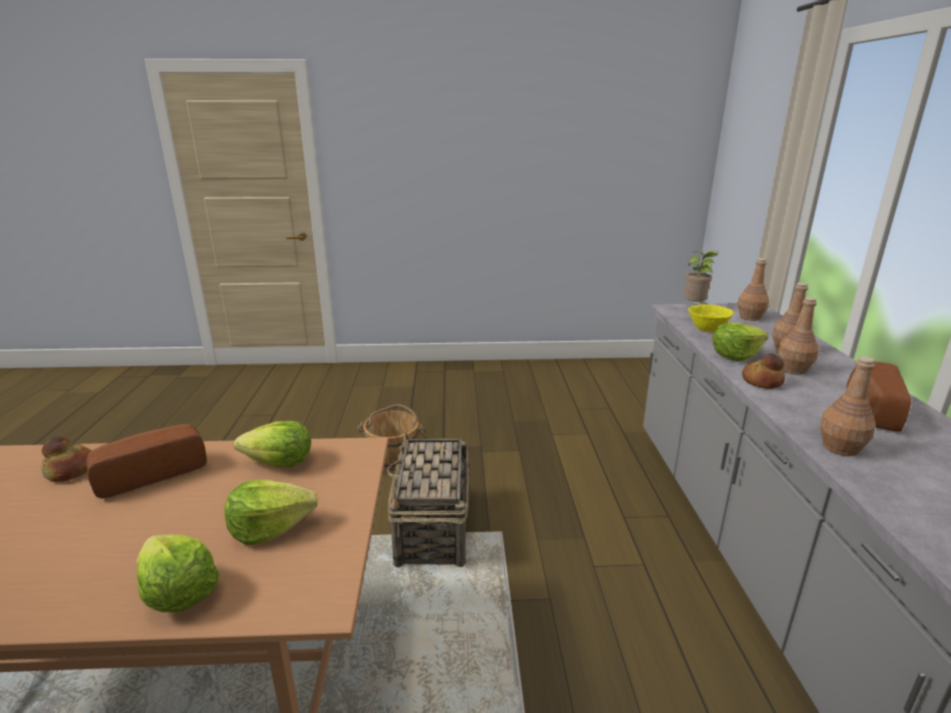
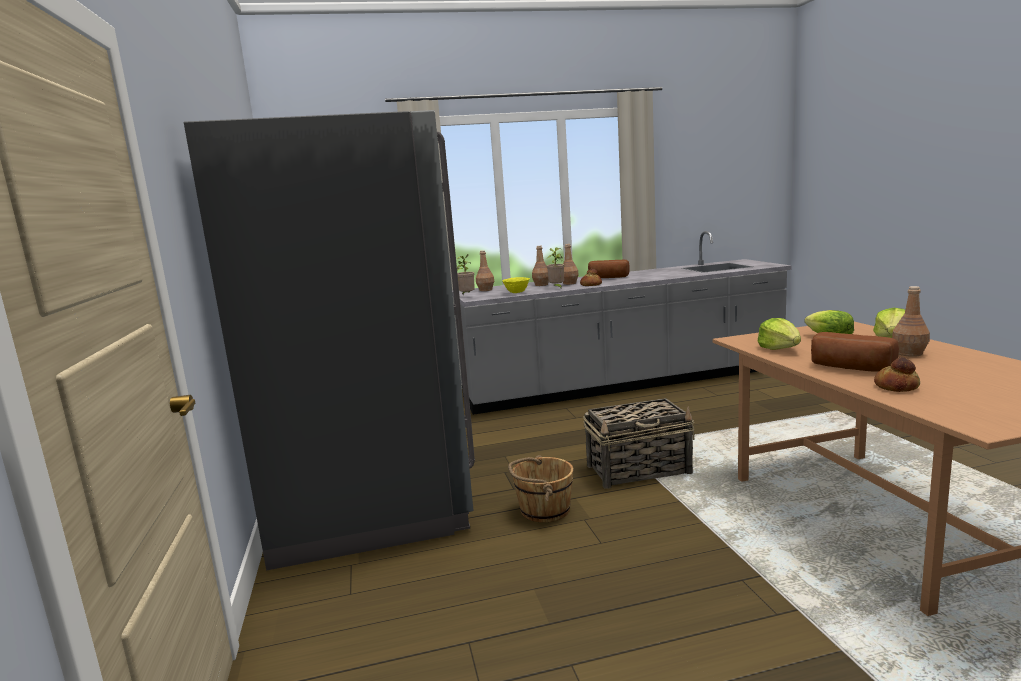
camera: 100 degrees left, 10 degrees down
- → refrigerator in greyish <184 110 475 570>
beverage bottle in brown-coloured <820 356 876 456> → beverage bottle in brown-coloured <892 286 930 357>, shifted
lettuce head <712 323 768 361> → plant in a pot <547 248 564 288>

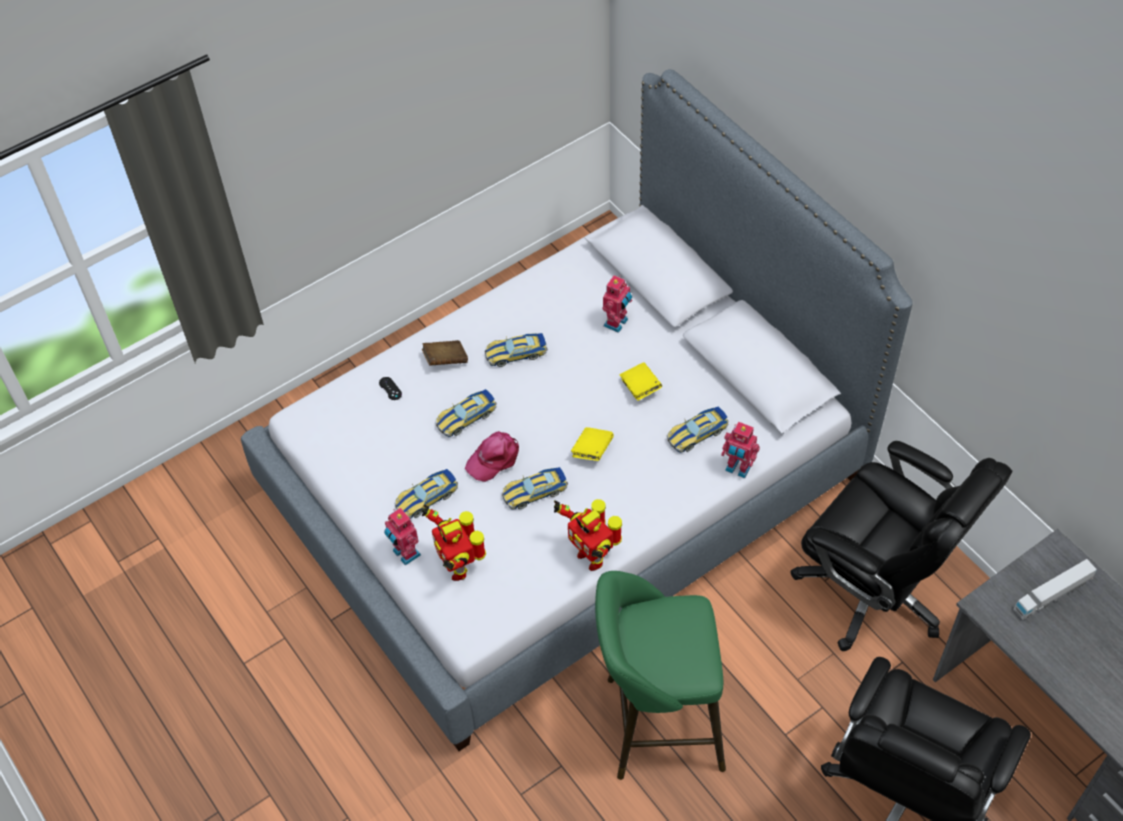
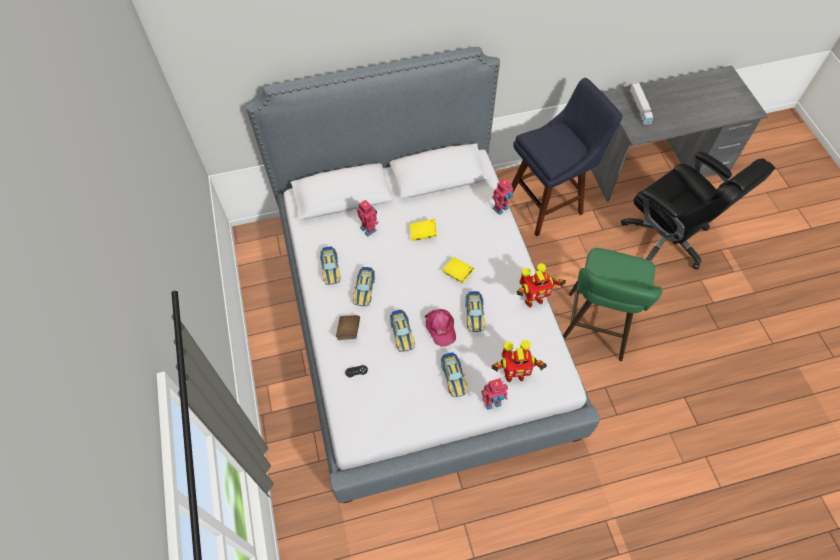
camera: 70 degrees left, 5 degrees up
miniature car <667 407 729 453> → miniature car <320 246 341 285>, shifted
desk chair in black-coloured <791 441 1013 651> → stool seat in blue <511 78 622 236>

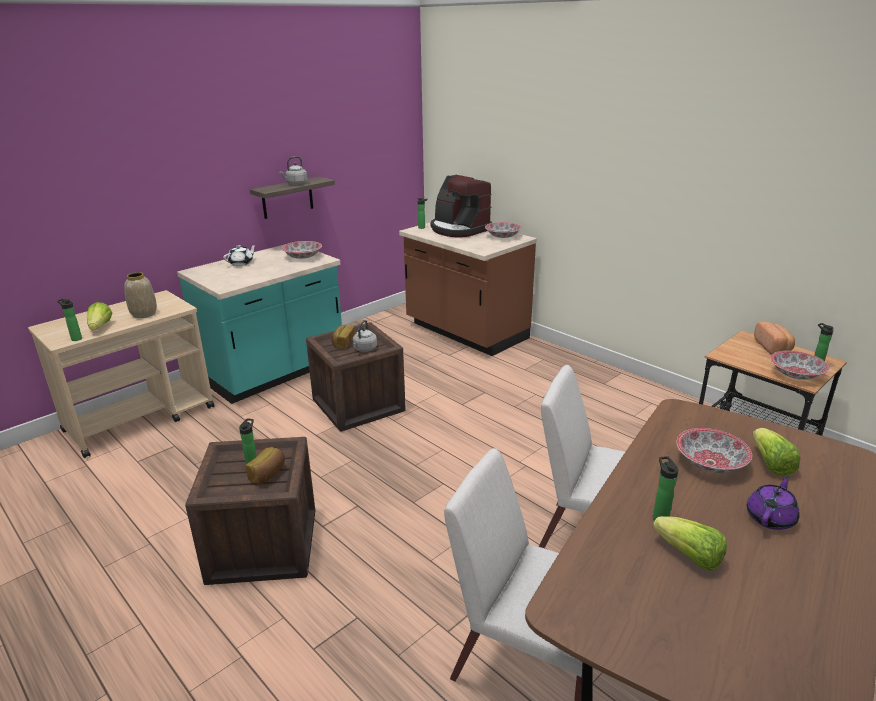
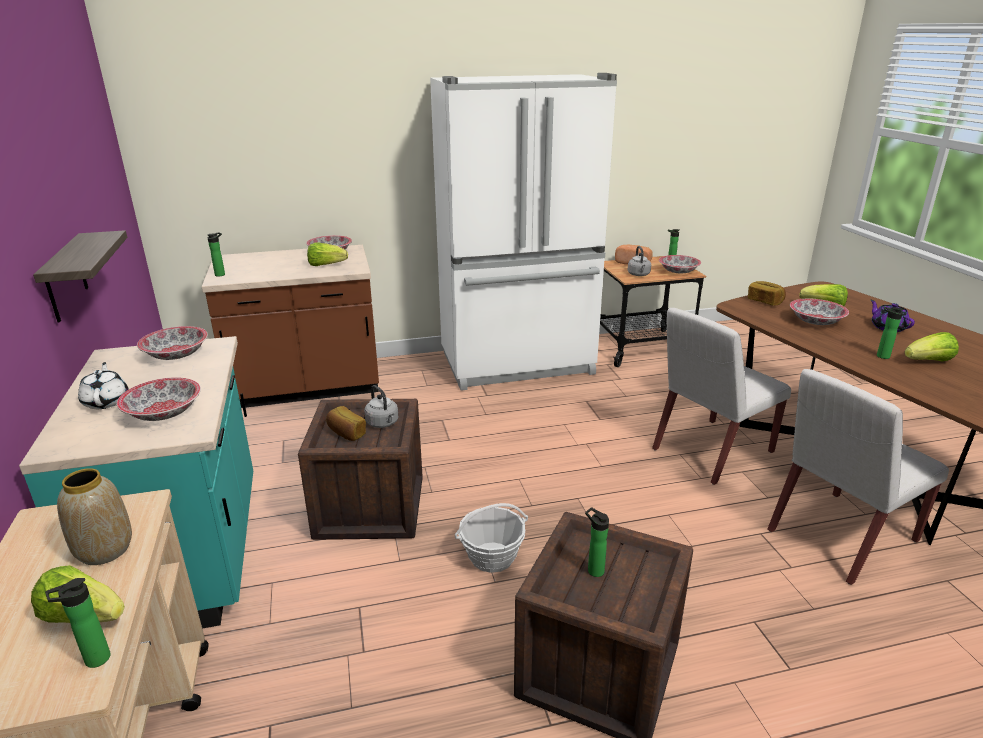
camera: 60 degrees left, 0 degrees up
coffee brewer <431 175 492 238> → -
- → deep dish <117 377 201 421>
- → lettuce head <307 242 348 266>
- → refrigerator in whitish <430 73 617 391>
- → storage basket <455 503 528 573>
baked bread <246 447 285 484> → baked bread <748 281 786 306>, shifted
tea kettle in greyish <279 156 307 185> → tea kettle in greyish <628 246 651 276>, shifted

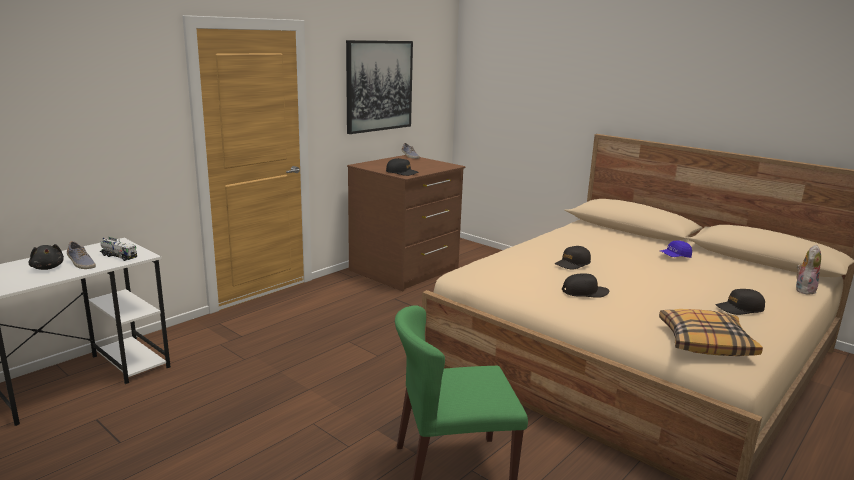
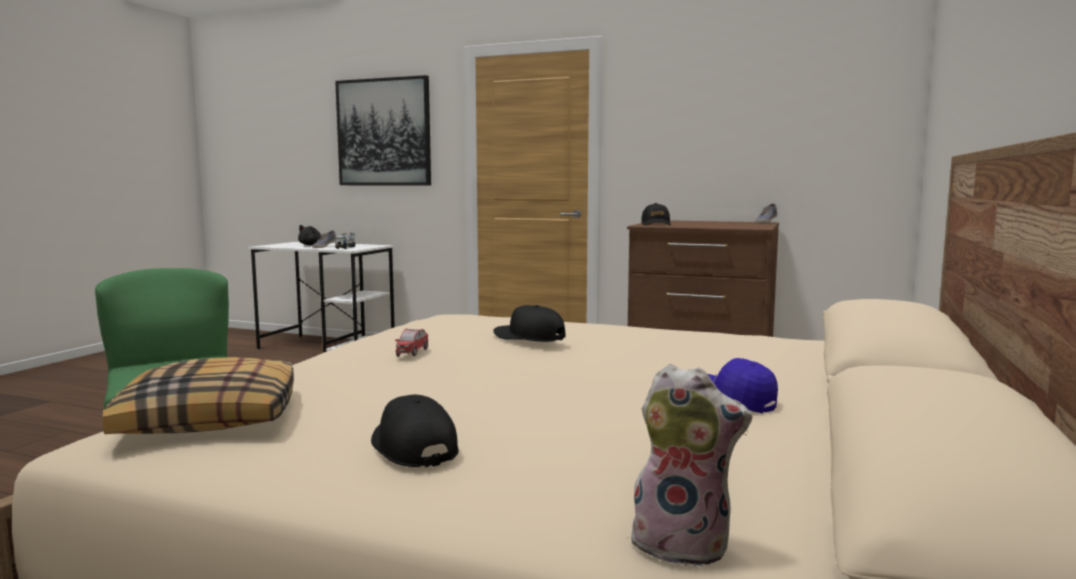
camera: 70 degrees right, 10 degrees down
wall picture <346 40 413 134> → wall picture <335 75 431 185>, shifted
cap in black-coloured <562 274 609 298> → miniature car <395 328 428 357>

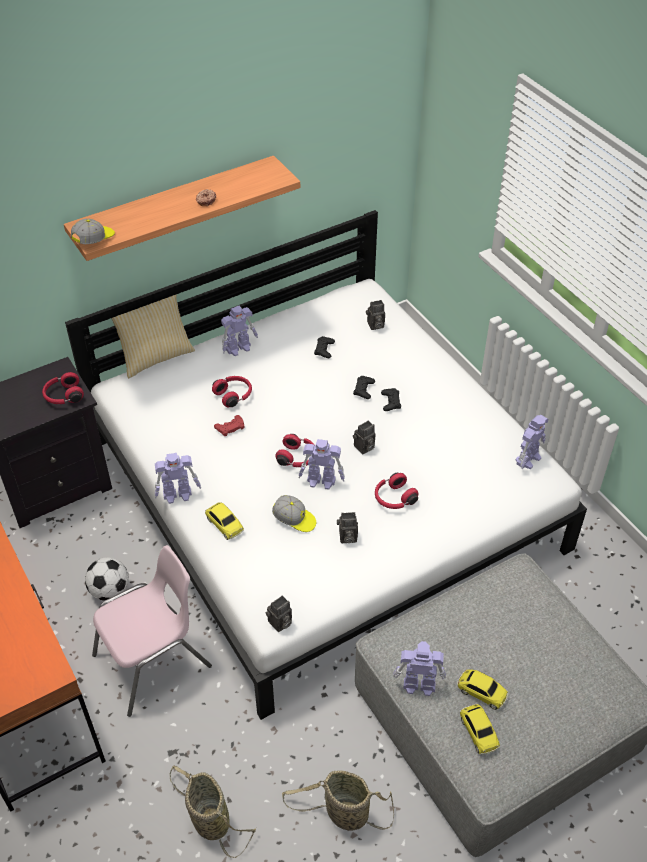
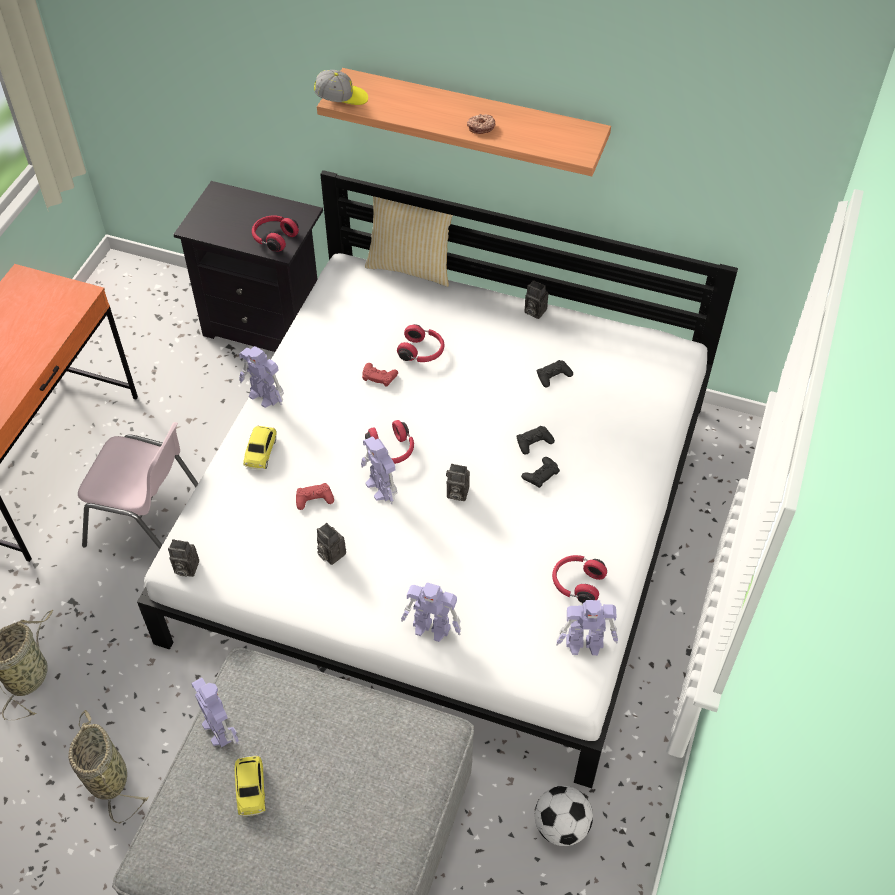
camera: 50 degrees right, 5 degrees up
miniature car <460 704 500 754> → -
football <85 557 129 601> → football <535 785 593 846>, shifted
robot figure <221 306 258 356> → robot figure <401 582 461 642>, shifted
still camera <366 300 385 330> → still camera <525 280 548 319>, shifted
headphones in red <375 473 419 509> → headphones in red <552 555 607 603>, shifted
cap <272 495 316 532> → joypad in red <296 483 334 510>

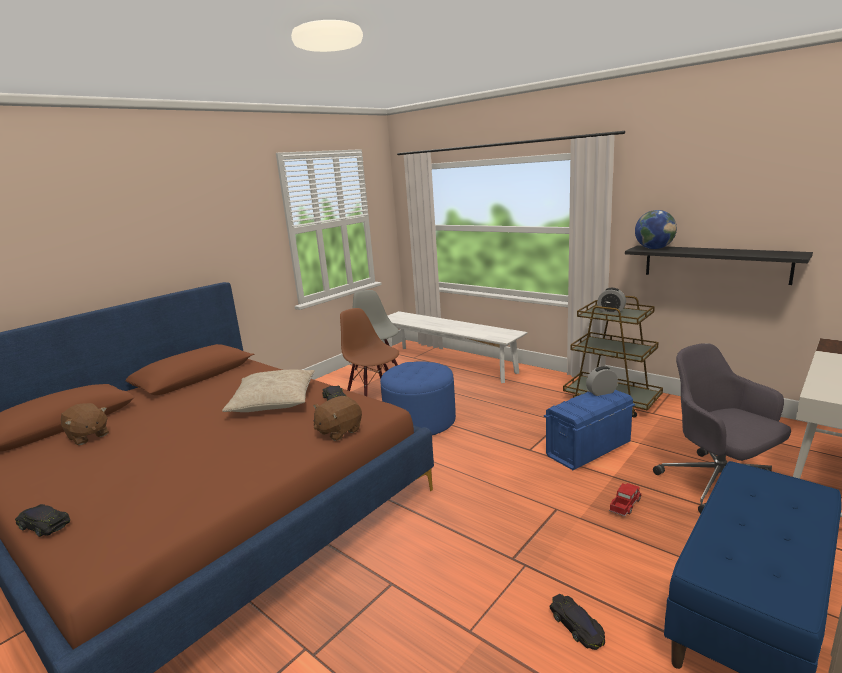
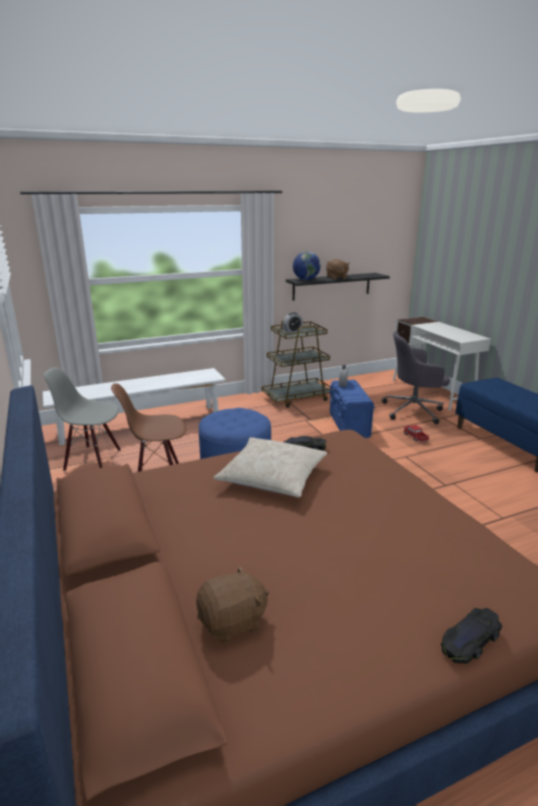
camera: 65 degrees left, 5 degrees up
miniature car in black-coloured <550 594 605 650> → -
cuddly toy in brown-coloured <313 396 362 441> → cuddly toy in brown-coloured <326 259 350 279>, shifted

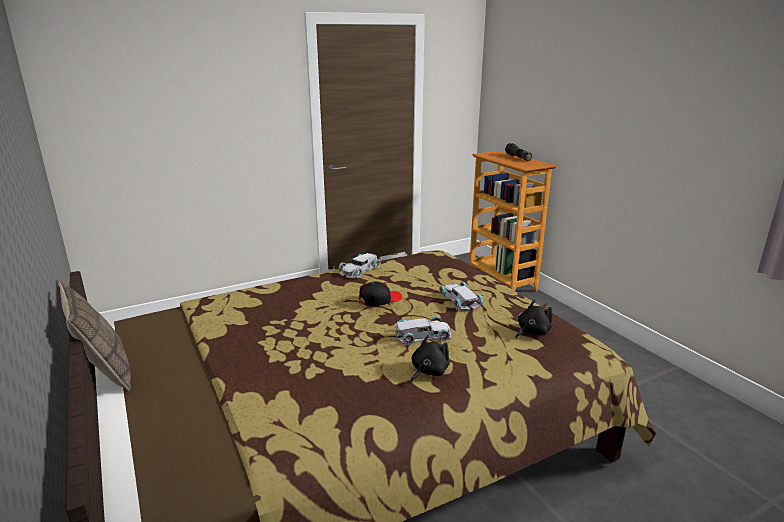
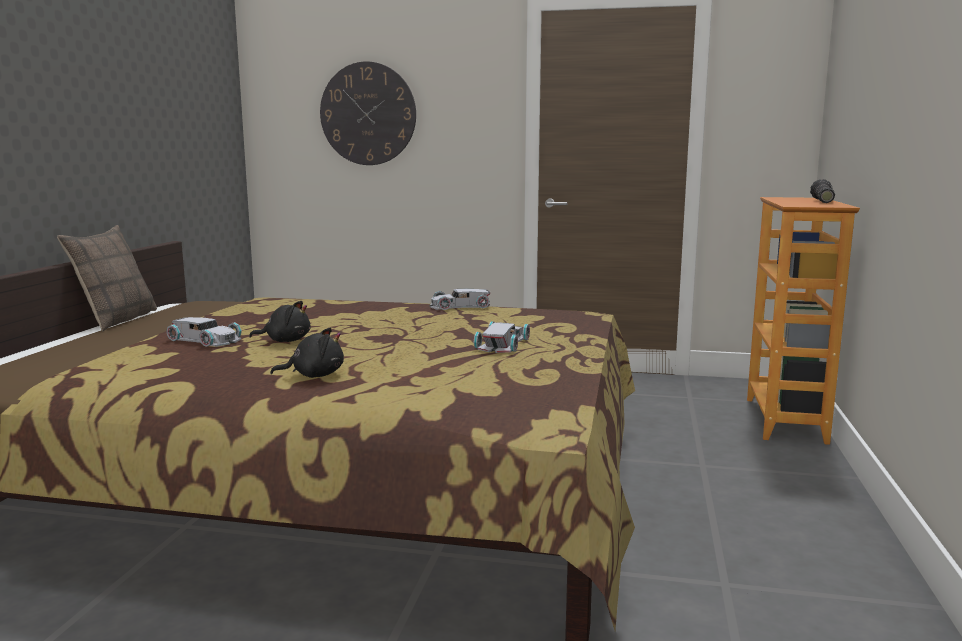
camera: 40 degrees right, 10 degrees down
cap in black-coloured <359 281 402 307> → -
- → hanging clock <320 61 416 165>
miniature car in whitish <395 316 451 345> → miniature car in whitish <166 317 242 347>, shifted
cuddly toy in black-coloured <515 300 553 339> → cuddly toy in black-coloured <249 301 311 342>, shifted

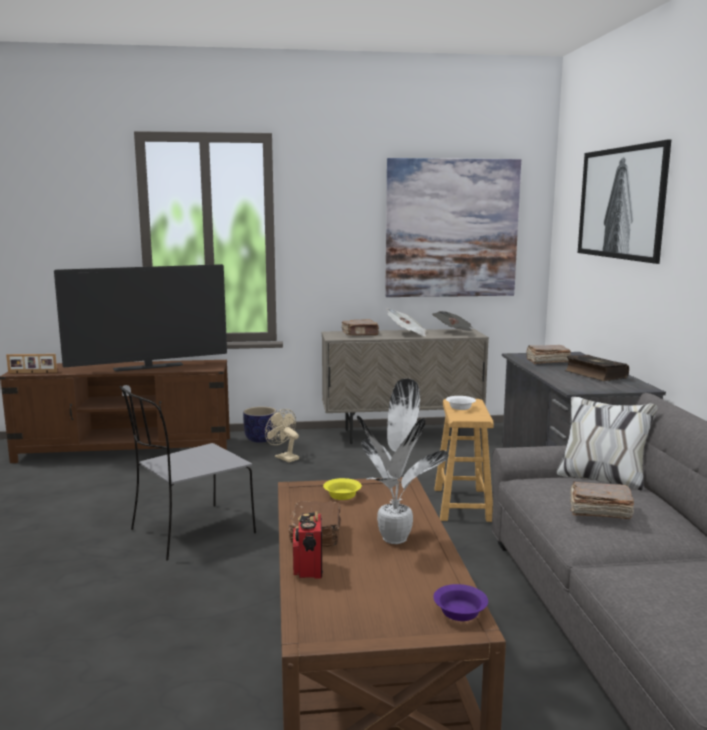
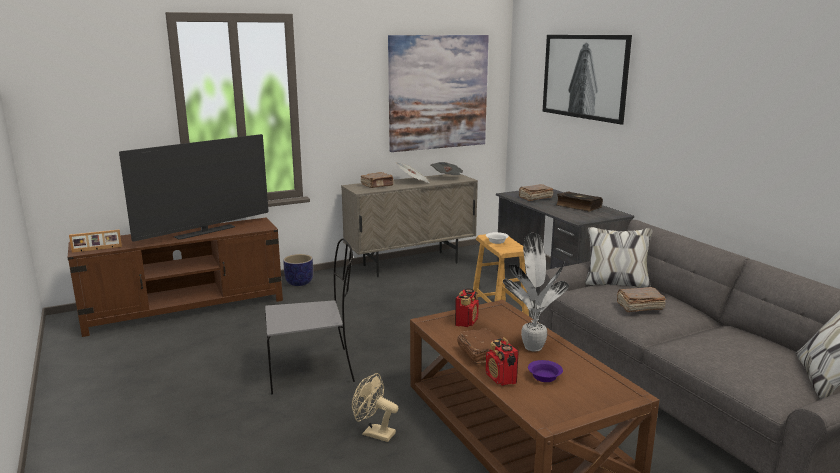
camera: 20 degrees left, 5 degrees up
electric fan in beige-coloured <265 409 299 462> → electric fan in beige-coloured <352 373 398 442>, shifted
deep dish in purple <433 584 488 621> → deep dish in purple <528 360 563 382>, shifted
deep dish in yellow <323 478 362 500> → radio receiver <455 288 479 327>
plain chair in greyish <119 386 256 560> → plain chair in greyish <265 238 355 394>, 135 degrees counterclockwise

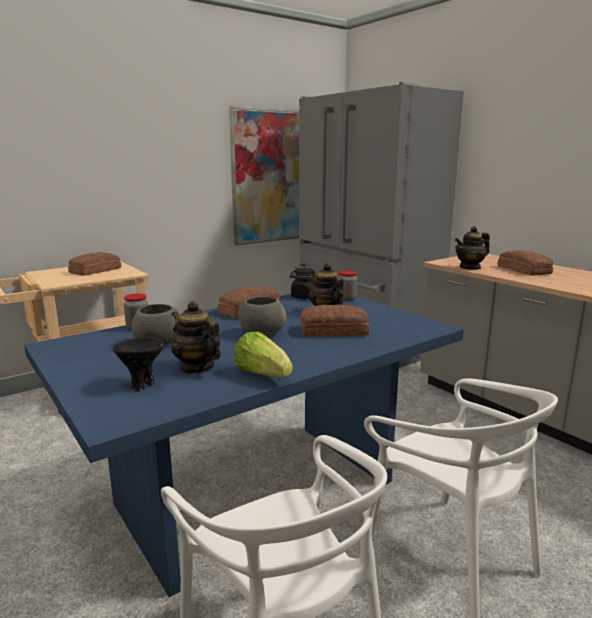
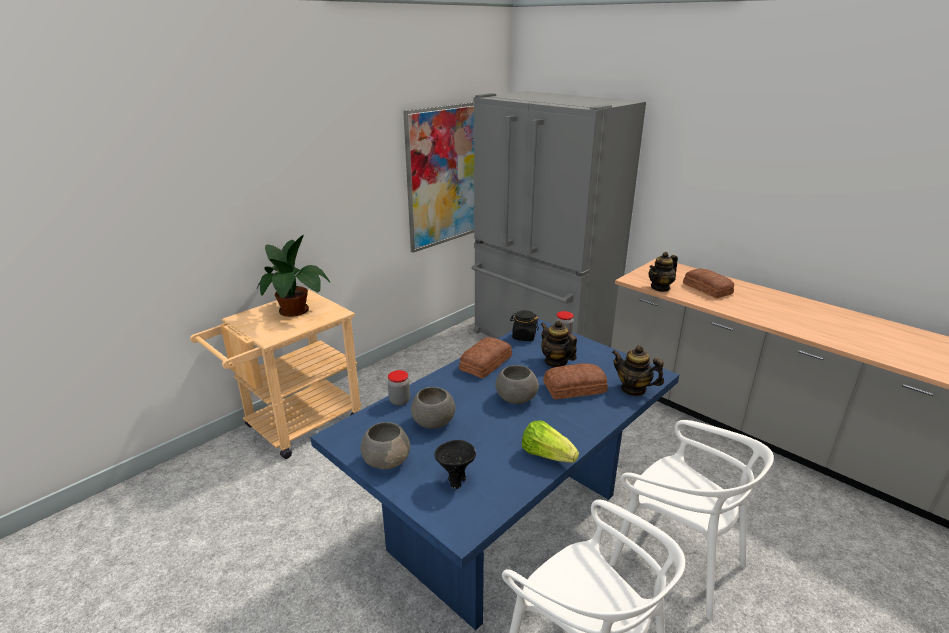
camera: 10 degrees left, 10 degrees up
- → deep dish in greyish <361 422 410 469>
teapot <171 301 221 374> → teapot <612 345 664 396>, shifted
baked bread <68 252 121 276> → plant in a pot <257 235 330 317>

